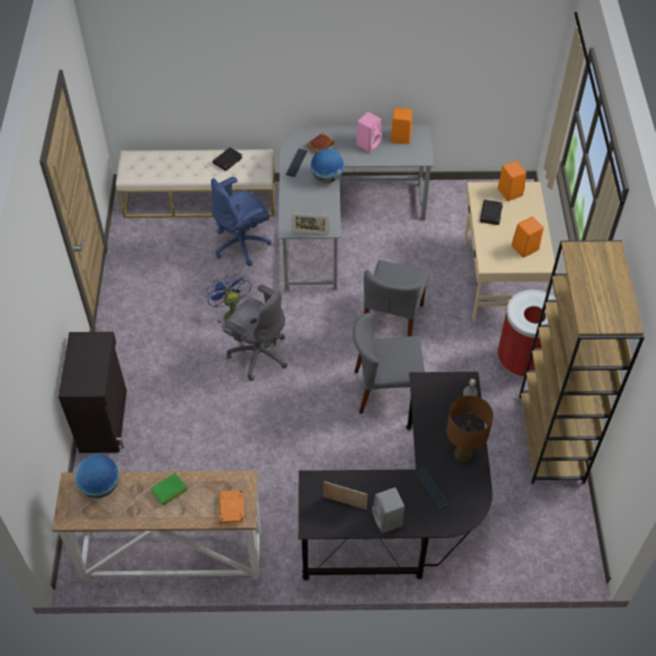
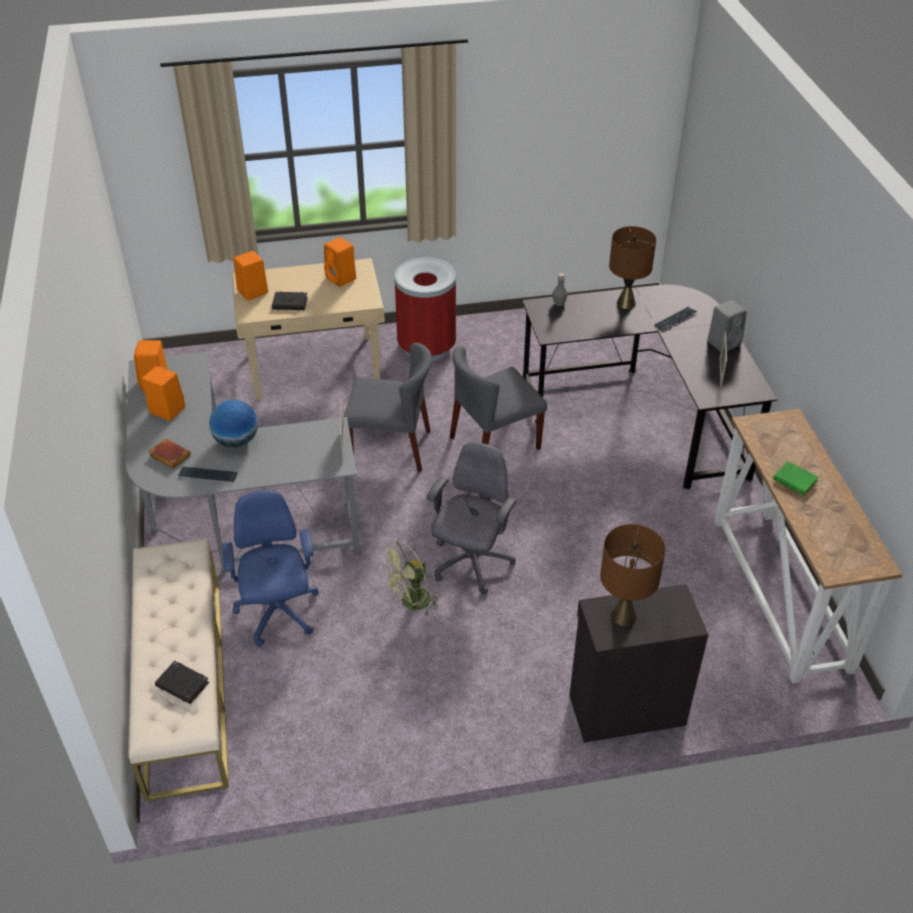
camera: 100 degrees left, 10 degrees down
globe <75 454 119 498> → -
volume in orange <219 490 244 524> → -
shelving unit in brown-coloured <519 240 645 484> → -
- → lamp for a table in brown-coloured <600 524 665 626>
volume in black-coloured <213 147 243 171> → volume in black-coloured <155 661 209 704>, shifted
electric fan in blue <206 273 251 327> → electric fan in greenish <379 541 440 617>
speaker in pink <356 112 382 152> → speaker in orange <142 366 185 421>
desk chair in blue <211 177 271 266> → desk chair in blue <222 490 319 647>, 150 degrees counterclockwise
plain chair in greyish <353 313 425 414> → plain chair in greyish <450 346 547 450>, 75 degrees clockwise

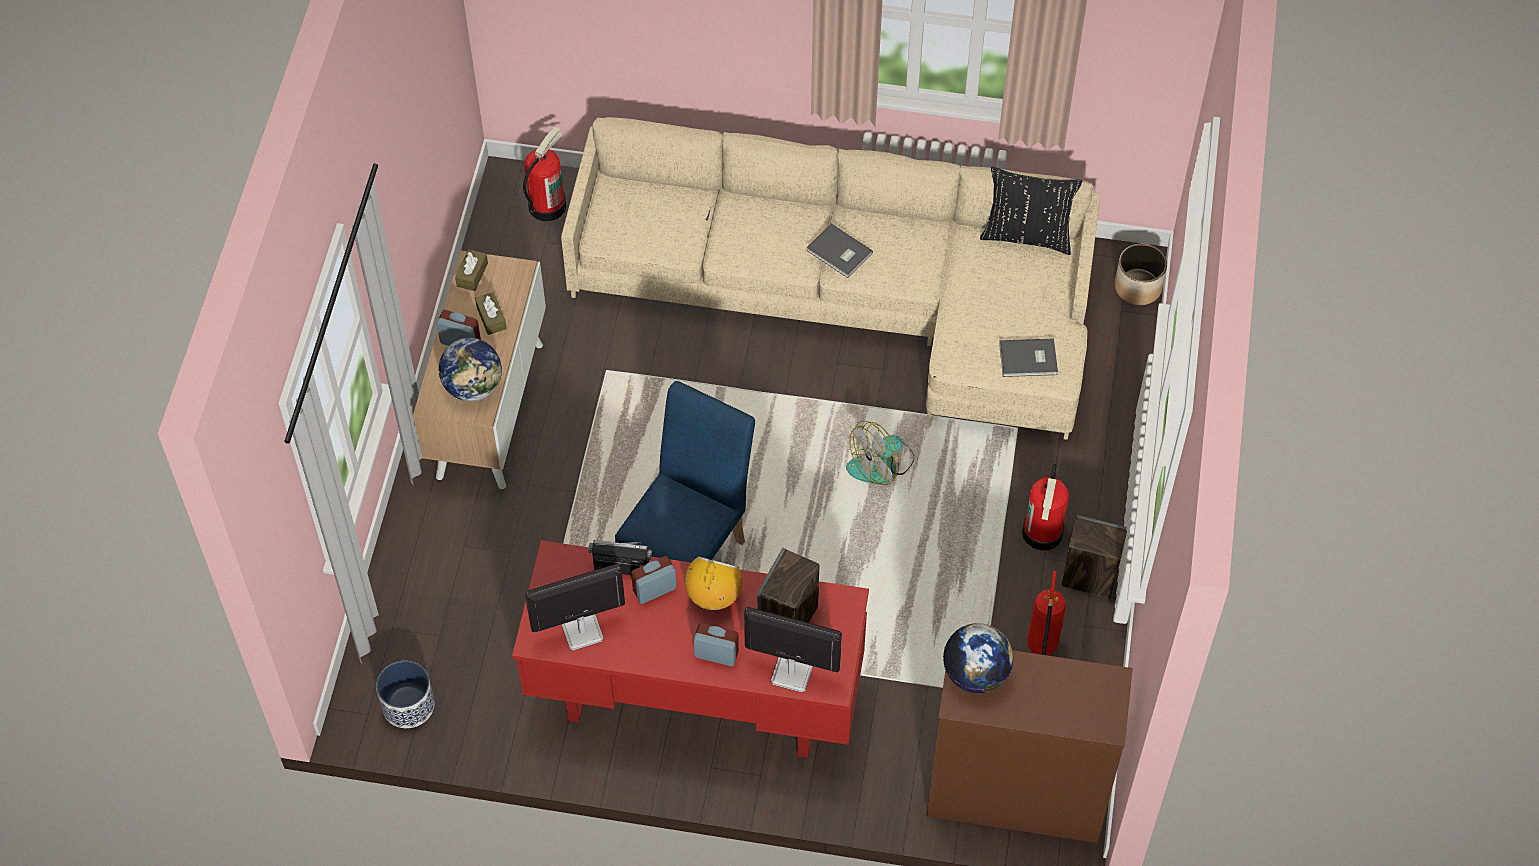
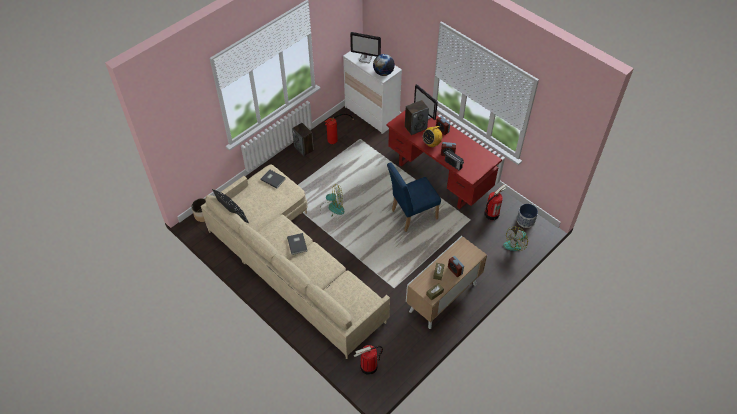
camera: 145 degrees left, 5 degrees down
globe <439 338 502 401> → -
- → electric fan <503 226 528 251>
computer screen <525 563 625 650> → computer screen <350 32 381 63>, shifted
fire extinguisher <1022 464 1069 551> → fire extinguisher <484 185 506 220>, shifted
drawer chest in brown-coloured <927 650 1133 843> → drawer chest in whitish <343 51 402 134>

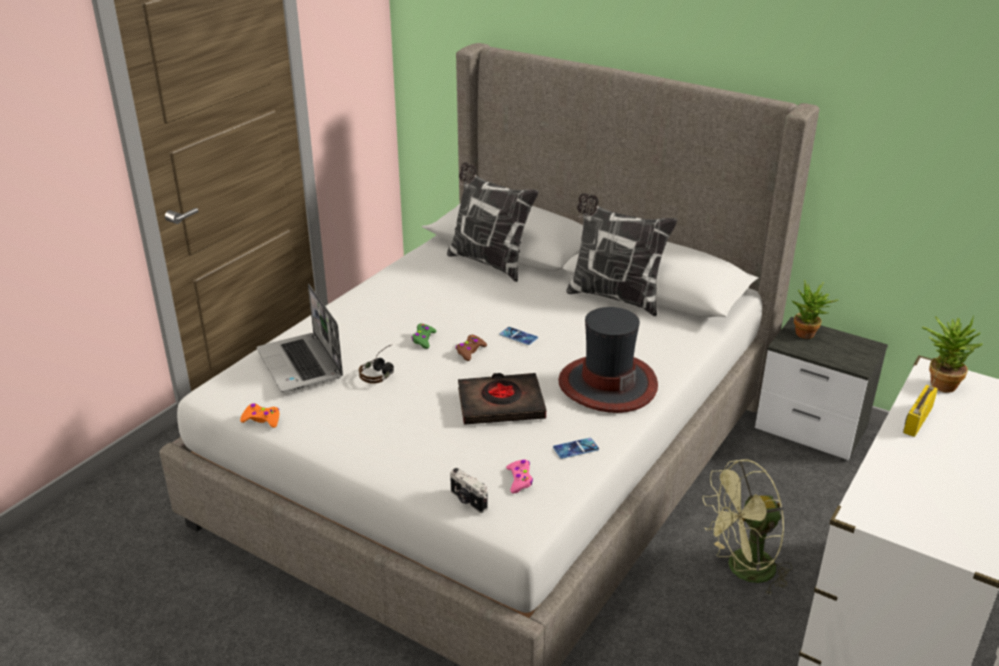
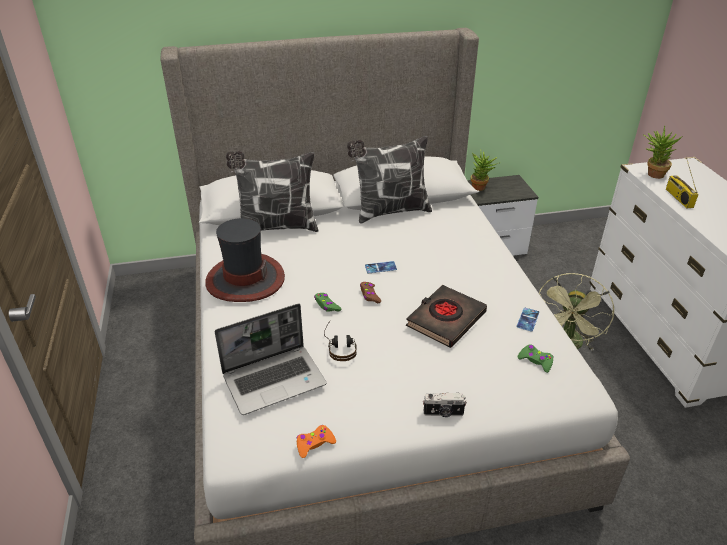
camera: 45 degrees left, 5 degrees up
still camera <450 468 488 513> → still camera <423 392 467 417>, shifted
hat <558 307 658 413> → hat <205 218 285 302>, shifted
joypad in pink <506 460 533 494> → joypad in greenish <518 344 554 373>
laptop <257 284 343 392> → laptop <215 304 326 415>, 45 degrees counterclockwise

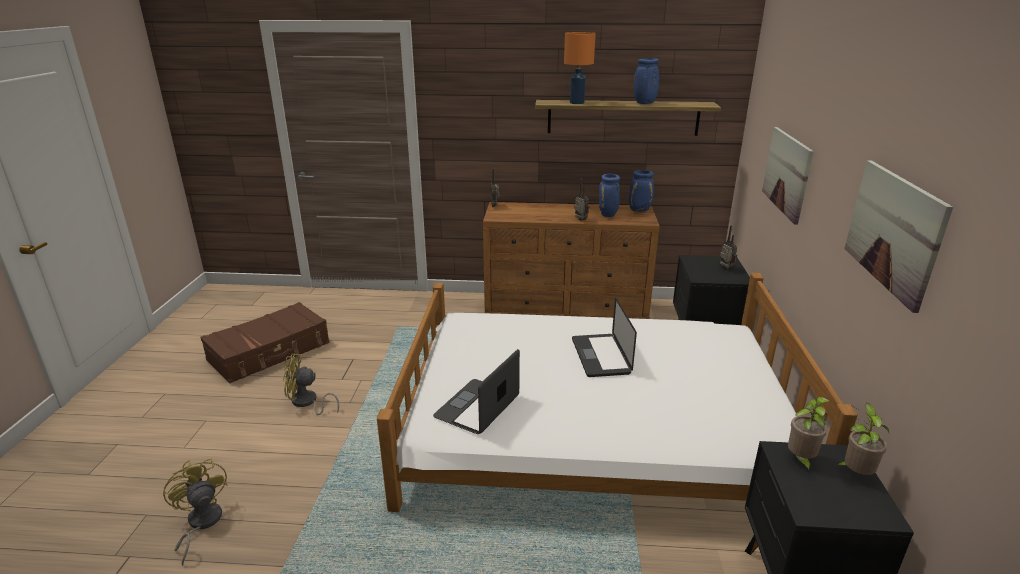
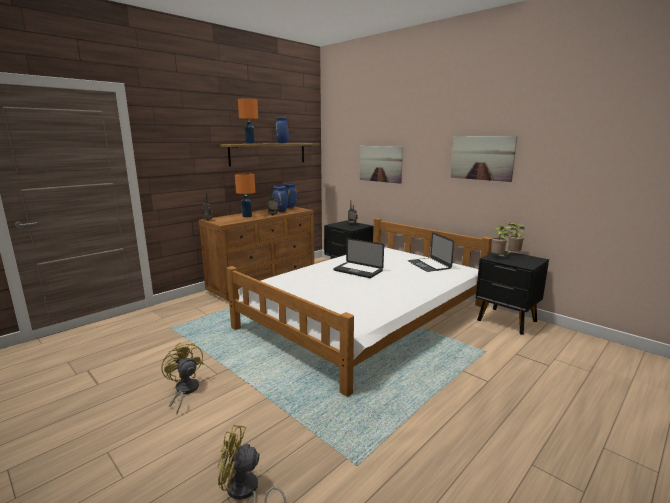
camera: 50 degrees left, 10 degrees down
suitcase in brown-coloured <200 302 330 383> → -
- → lamp for a table in orange <235 174 255 218>
laptop <433 349 520 434> → laptop <408 232 454 272>, shifted
electric fan in yellow <283 354 339 415> → electric fan in yellow <161 342 203 414>, 105 degrees clockwise

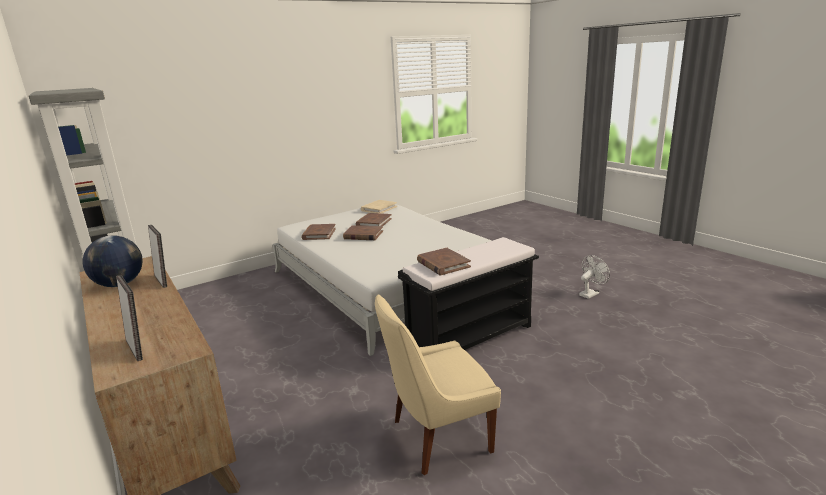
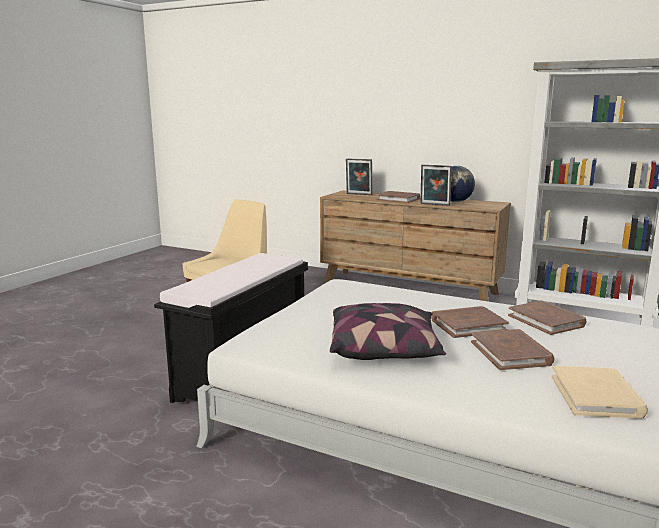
camera: 150 degrees right, 5 degrees down
electric fan in whitish <579 255 610 299> → -
- → cushion <330 303 447 360>
volume in brown-coloured <417 248 471 276> → volume in brown-coloured <376 191 420 203>, shifted

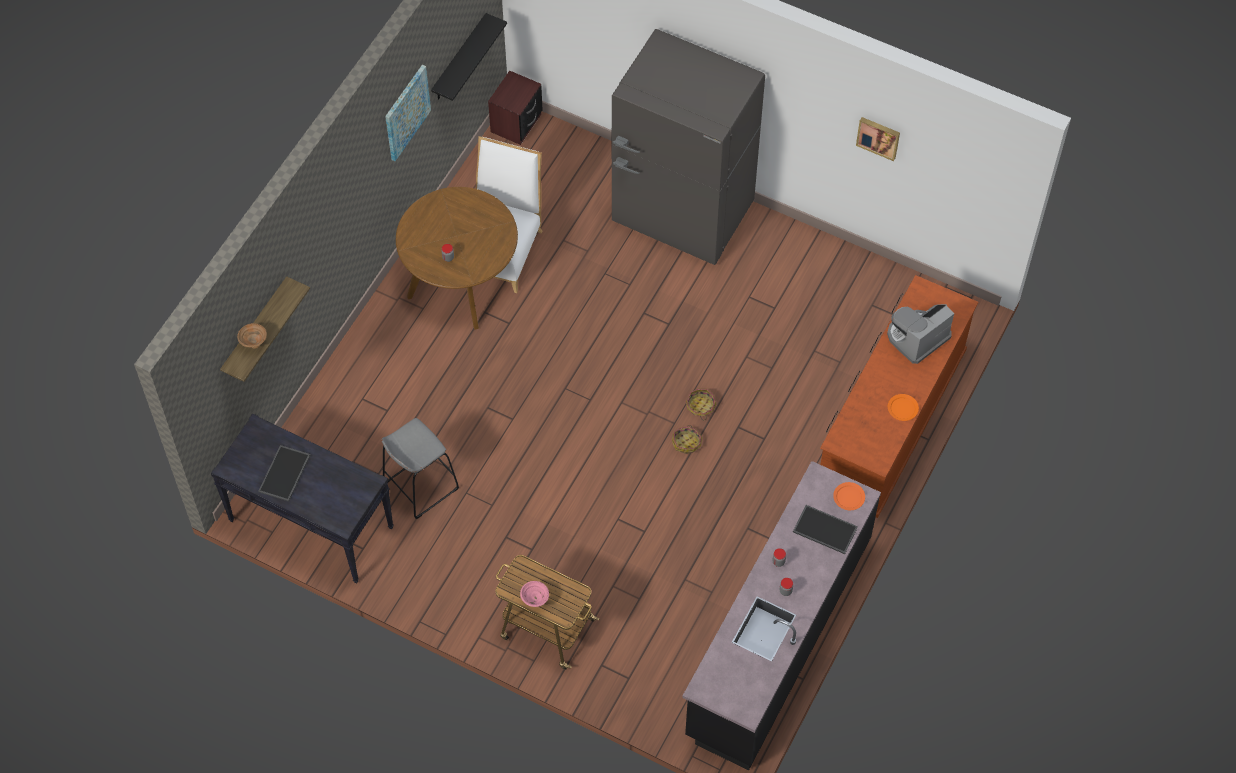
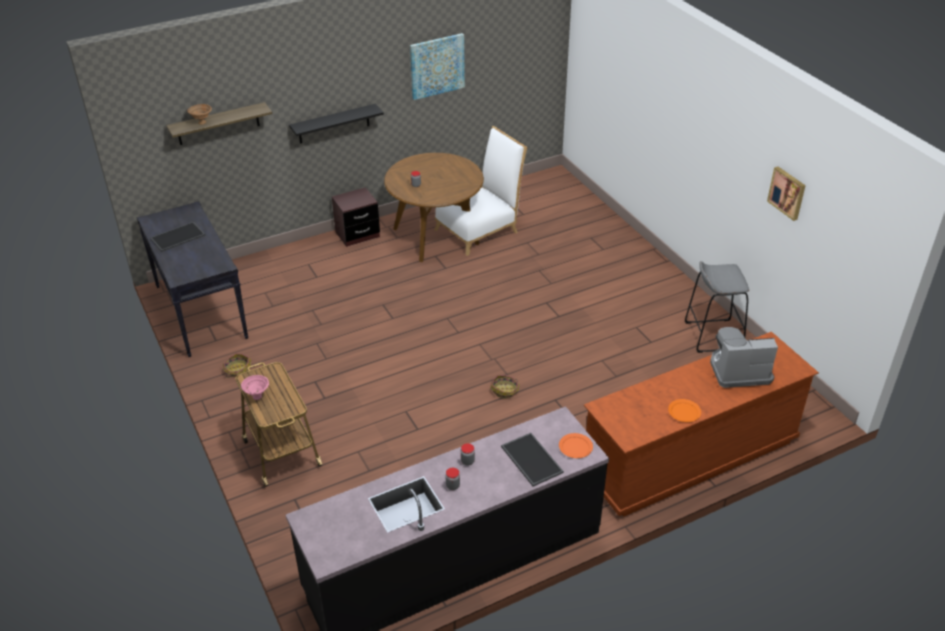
camera: 35 degrees right, 20 degrees down
refrigerator in greyish <612 29 765 265> → -
stool seat in greyish <382 418 459 519> → stool seat in greyish <685 261 749 353>, shifted
shelf in black-coloured <431 13 507 101> → shelf in black-coloured <289 104 384 144>, shifted
bedside table in brown-coloured <488 70 543 145> → bedside table in brown-coloured <332 187 380 247>, shifted
storage basket <686 389 716 421> → storage basket <223 353 251 378>, shifted

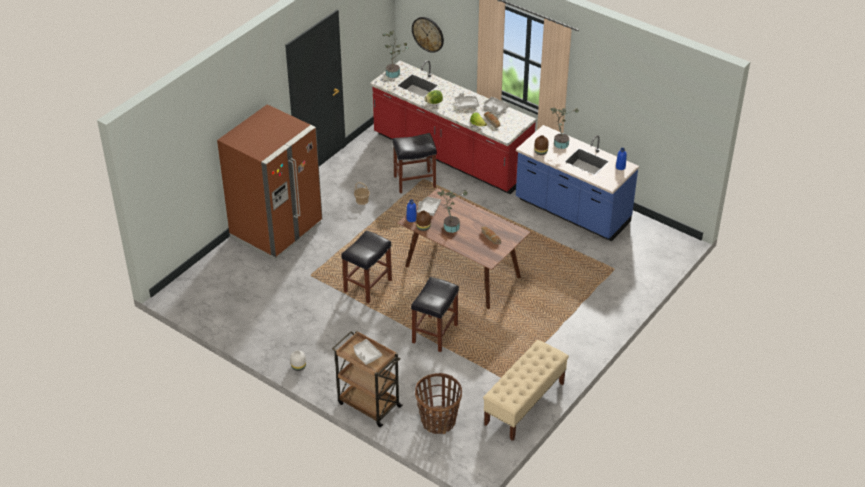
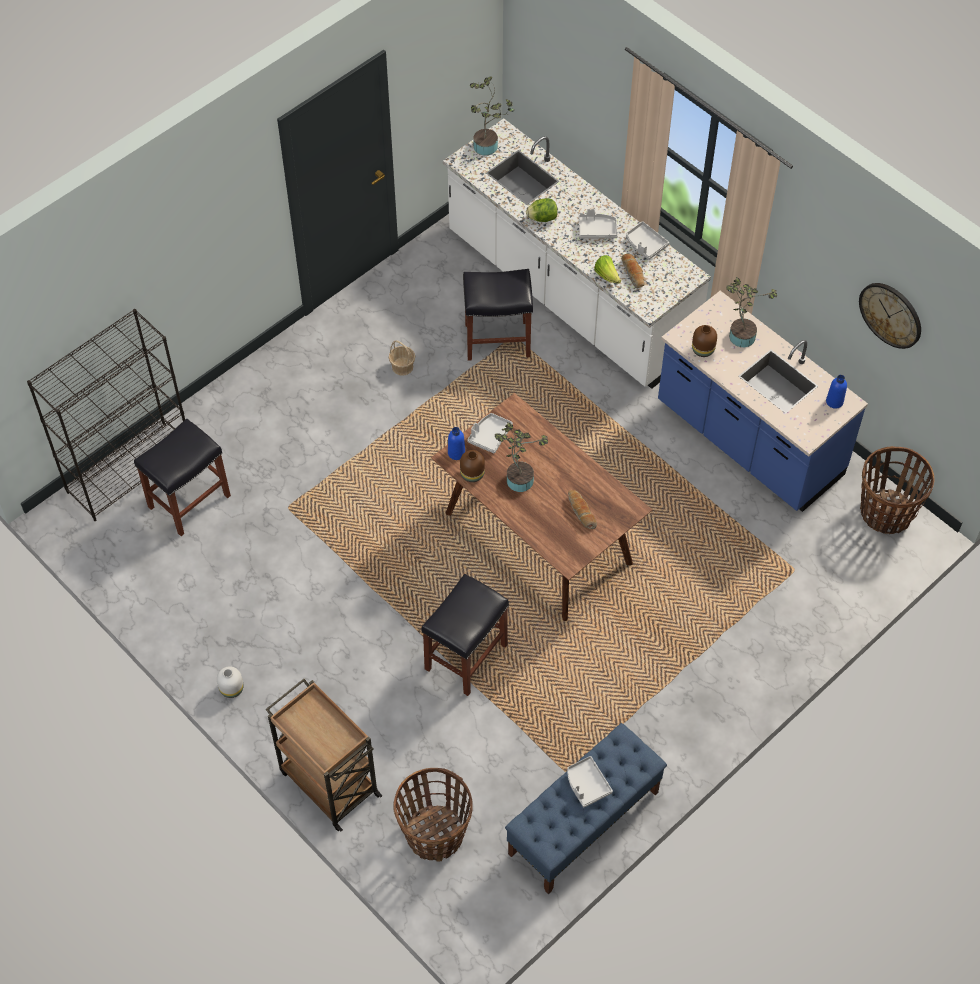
camera: 10 degrees right, 15 degrees up
refrigerator in brown-coloured <217 104 322 261> → -
- → shelving unit in black-coloured <27 309 185 521>
- → storage basket <860 446 935 534>
stool seat in black-coloured <341 230 392 303> → stool seat in black-coloured <134 419 231 536>, shifted
carrying tray in greyish <354 339 382 365> → carrying tray in greyish <567 756 613 807>, shifted
hanging clock <412 17 444 53> → hanging clock <859 283 921 349>, shifted
kitchen counter in red <370 60 536 194> → kitchen counter in whitish <443 118 711 389>
long seat in beige-coloured <483 340 569 441> → long seat in blue <505 723 667 894>

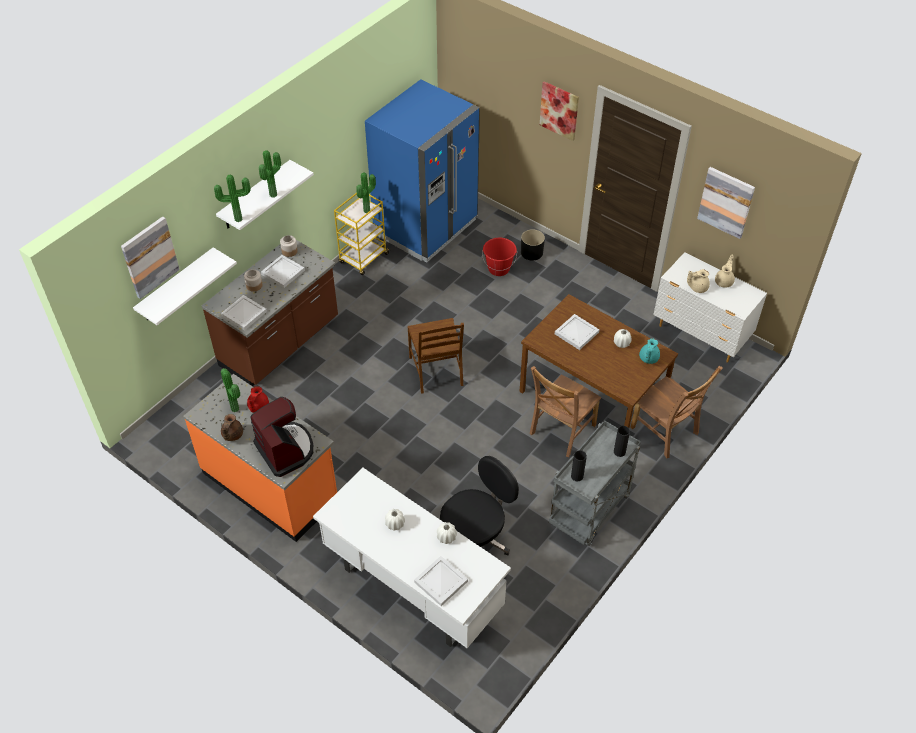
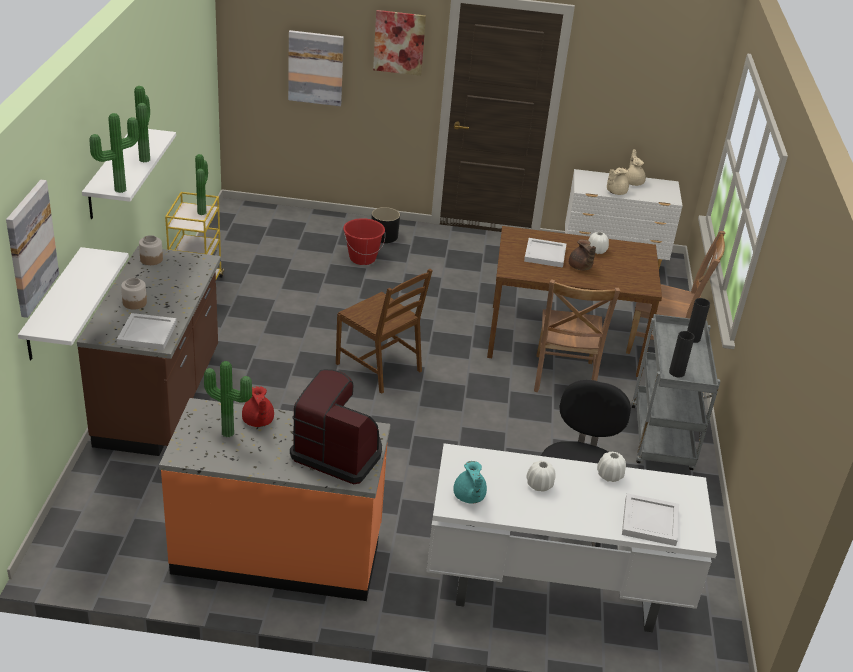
camera: 35 degrees left, 15 degrees down
carrying tray in whitish <261 255 305 288> → -
refrigerator in blue <365 79 480 262> → -
teapot in brown-coloured <221 414 243 441> → teapot in brown-coloured <569 239 596 270>, shifted
teapot in blue-green <639 338 660 364> → teapot in blue-green <453 461 487 503>, shifted
wall picture <697 167 755 239> → wall picture <288 30 344 106>, shifted

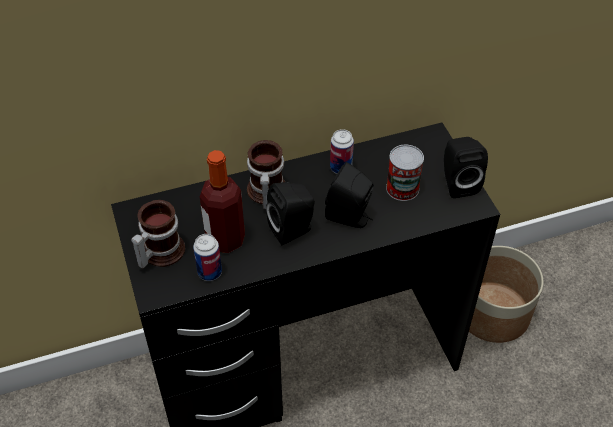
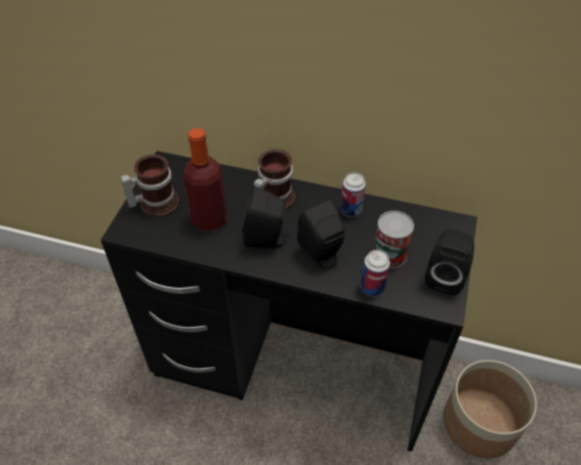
camera: 35 degrees right, 0 degrees up
metal can <193 234 222 281> → metal can <361 250 390 297>, shifted

